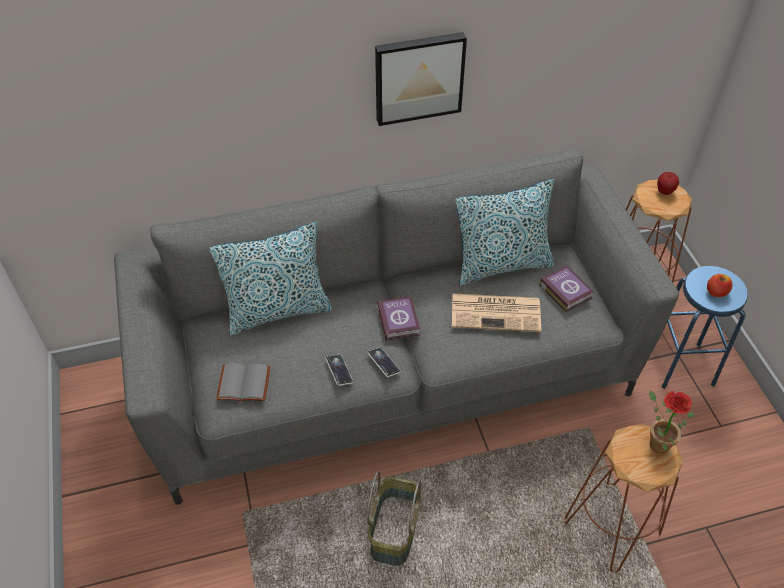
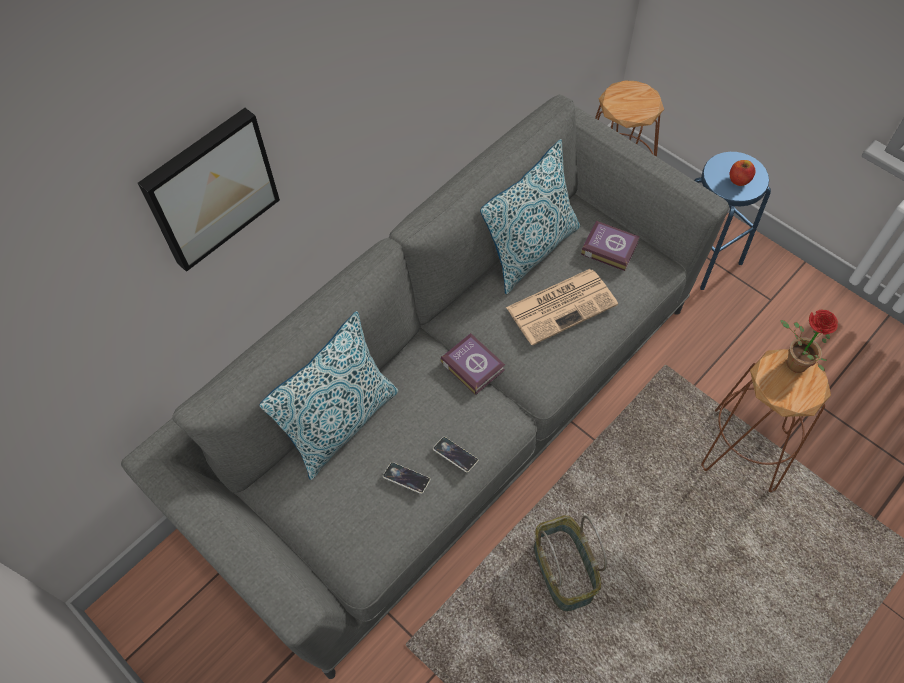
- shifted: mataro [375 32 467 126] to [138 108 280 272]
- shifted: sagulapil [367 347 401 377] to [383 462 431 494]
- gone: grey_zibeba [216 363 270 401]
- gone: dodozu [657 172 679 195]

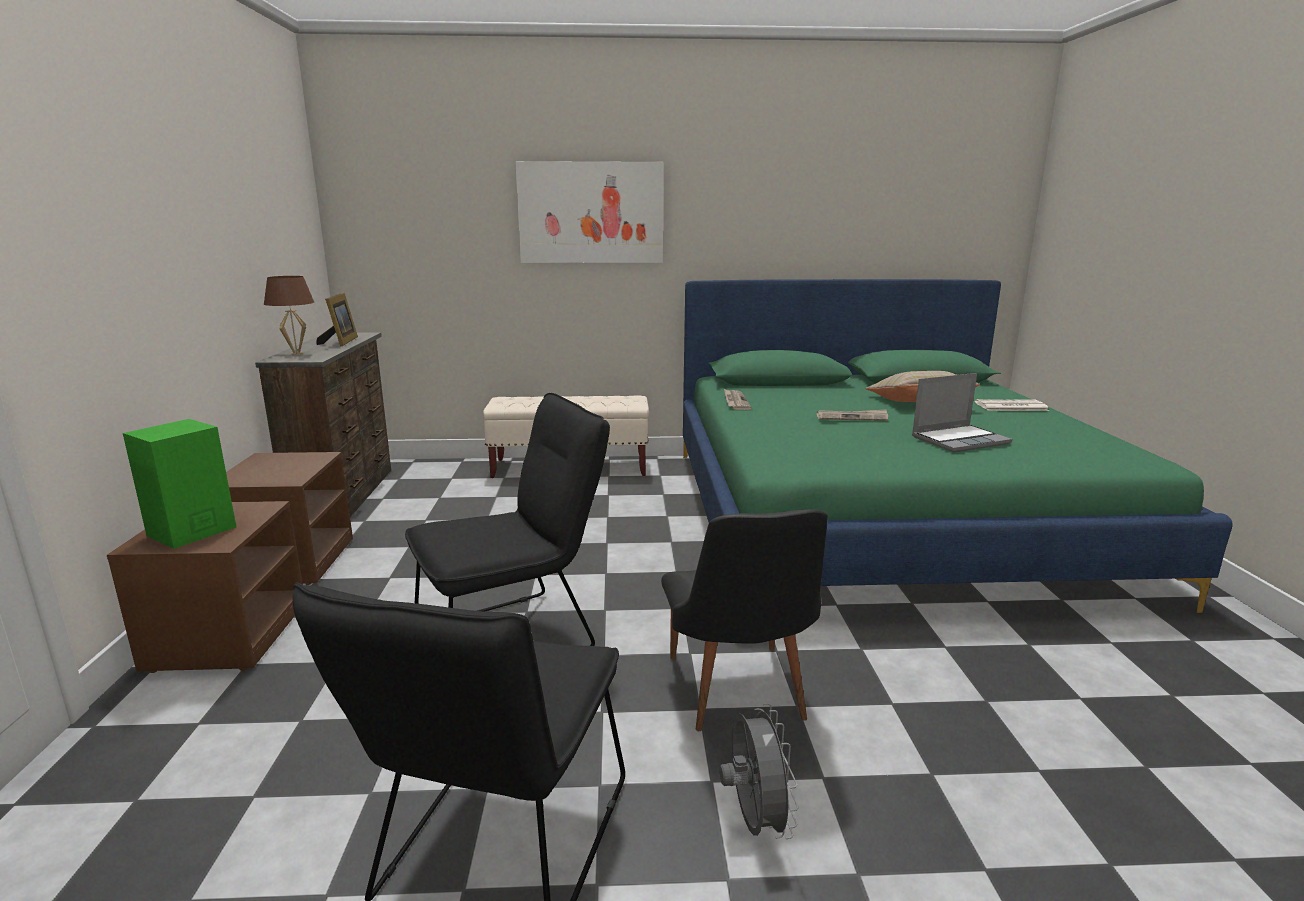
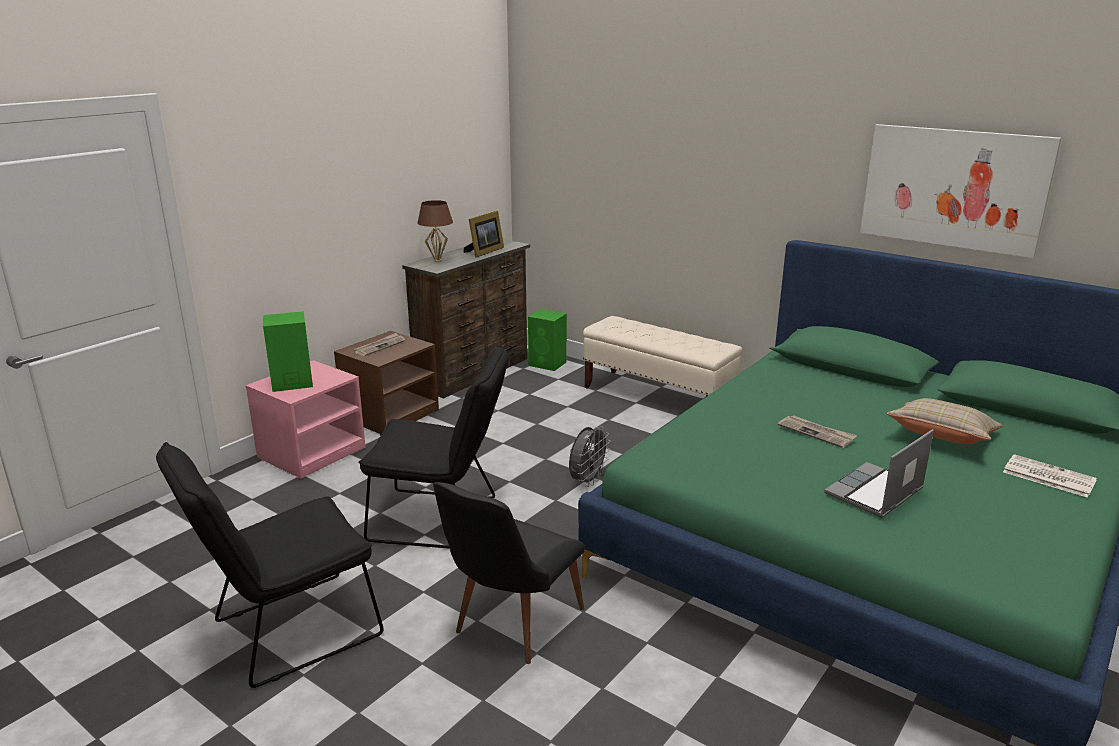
- repainted: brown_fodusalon [107 501 303 673] to pink_fodusalon [245 360 365 479]
- shifted: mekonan [724 389 752 410] to [355 333 405 356]
- new: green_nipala [528 309 567 371]
- shifted: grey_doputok [720 703 799 839] to [569 426 610 487]
- rotated: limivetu [912 373 1012 453] = [824 429 934 518] 120 degrees clockwise
- shifted: mataro [515 161 663 263] to [860 124 1061 258]

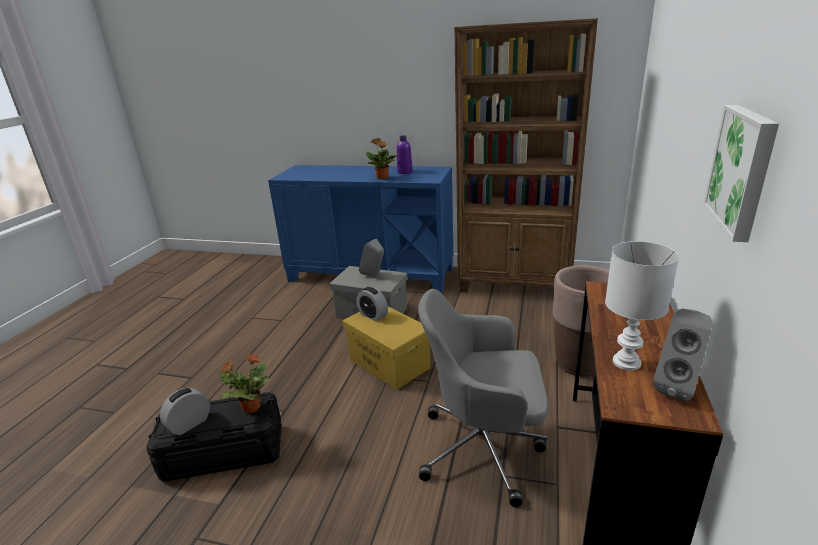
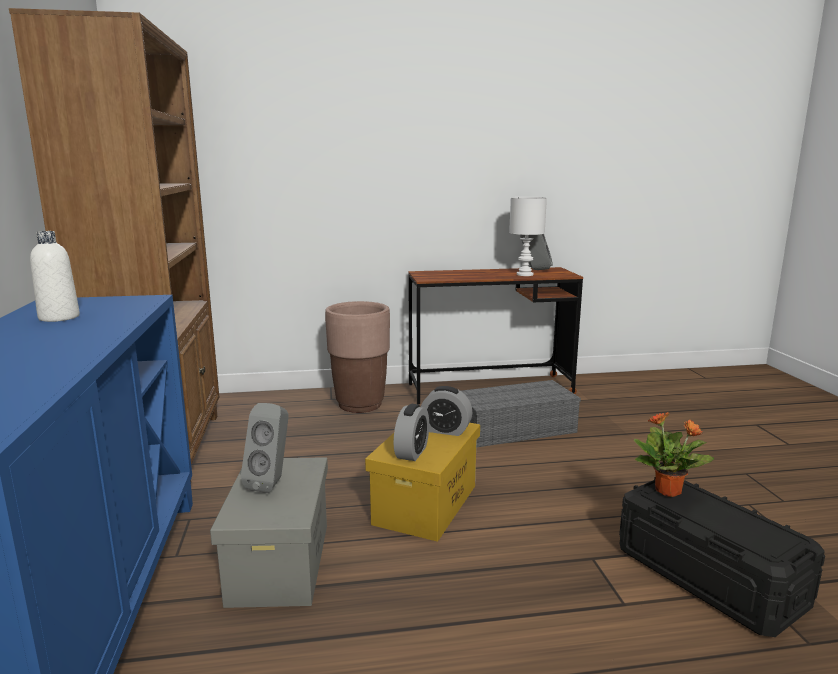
- repainted: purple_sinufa [397 135 413 174] to white_sinufa [30 231 80 322]
- shifted: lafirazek [160 388 210 435] to [421 386 472 436]
- swapped: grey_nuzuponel [418 289 548 507] to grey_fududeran [461 380 581 448]
- gone: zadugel [366 138 398 180]
- gone: mataro [703 105 779 242]

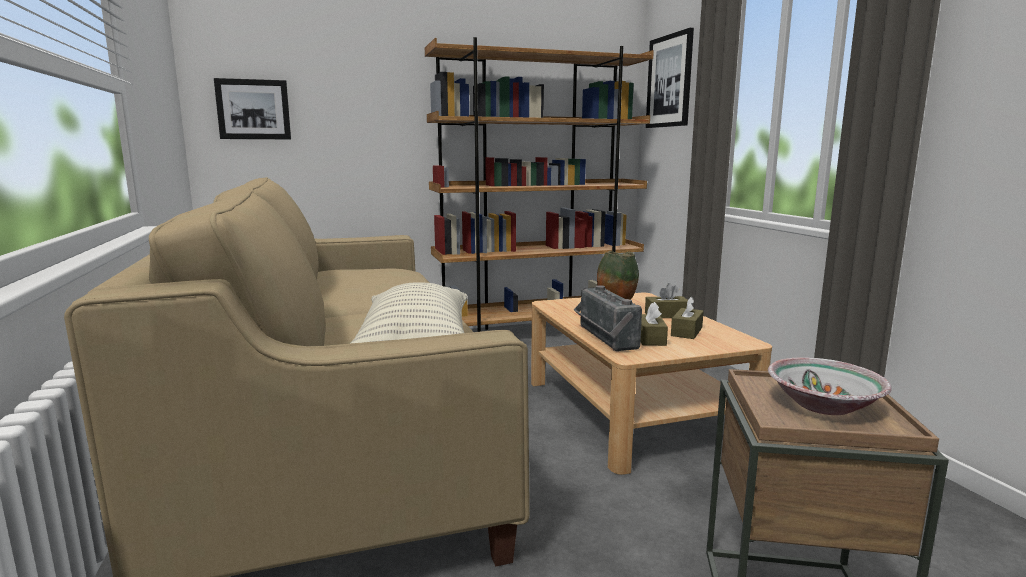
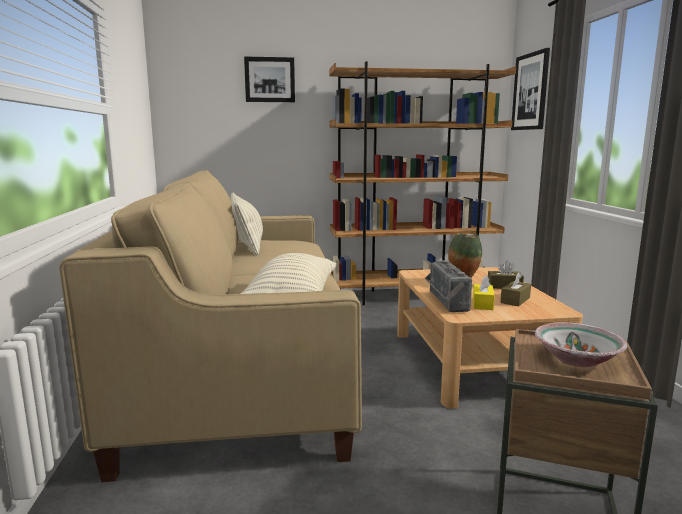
- new: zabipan [231 193 263 256]
- shifted: mataro [214 78 291 139] to [244 56 295 102]
- repainted: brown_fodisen [640 302 668 346] to yellow_fodisen [473 275 495 310]

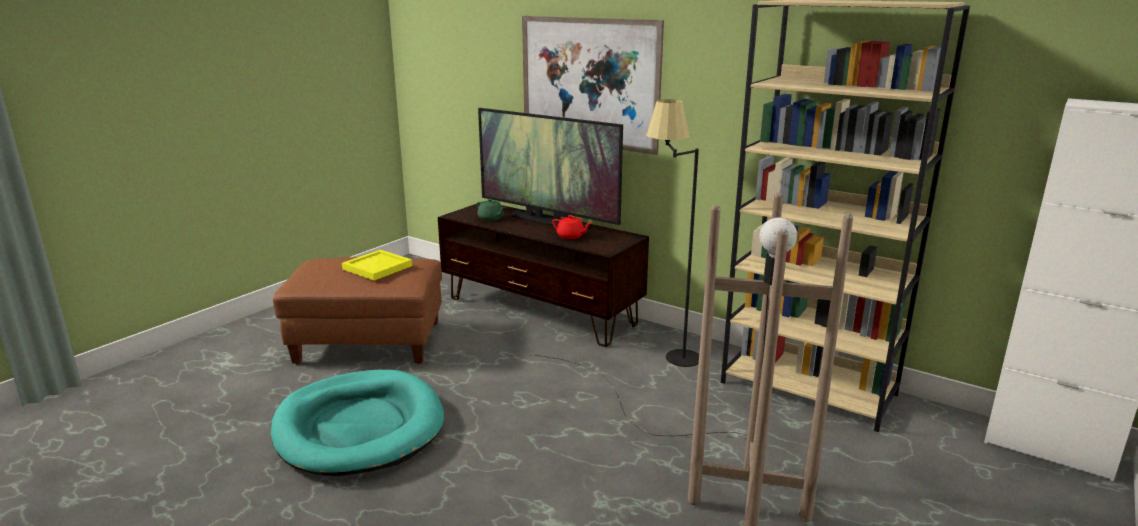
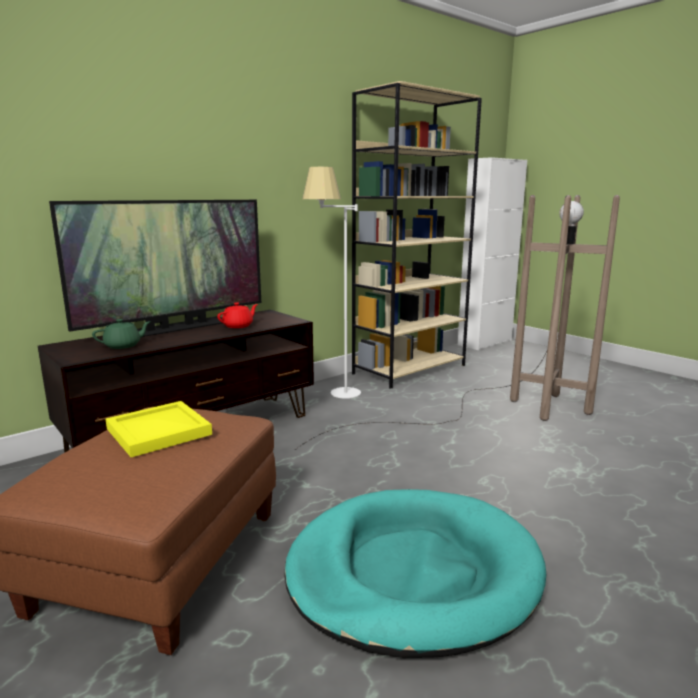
- repainted: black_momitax [646 99 699 367] to white_momitax [302 167 361 399]
- gone: mataro [522 16 664 155]

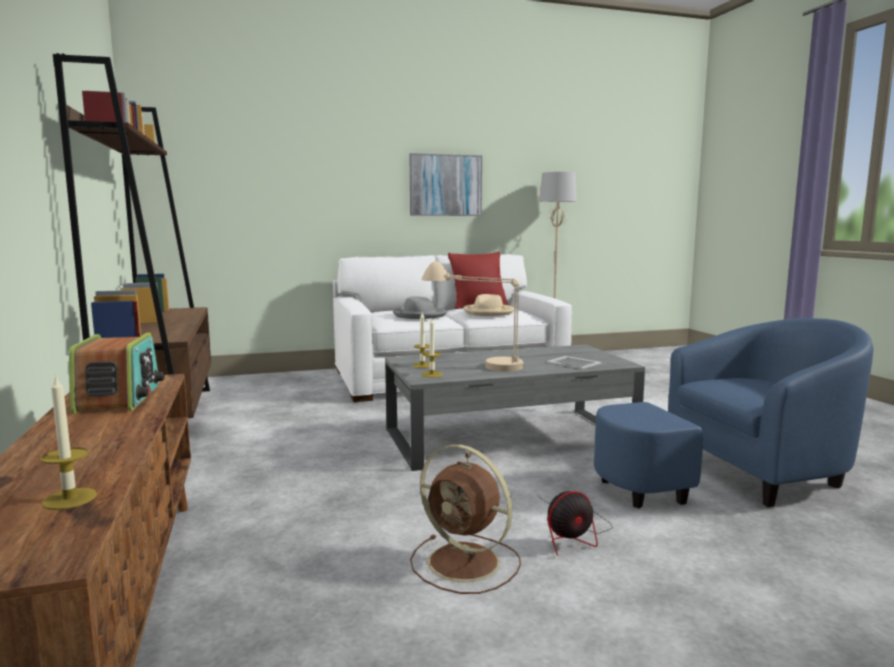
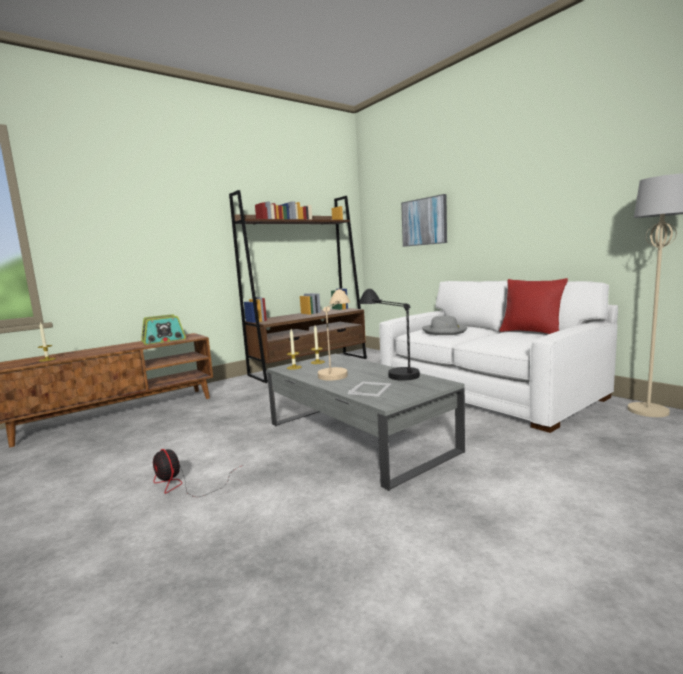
- new: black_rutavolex [359 289 420 381]
- shifted: mataro [410 153 482 216] to [401 194 447 247]
- gone: brown_doputok [410 444 521 594]
- gone: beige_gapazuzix [464 294 515 316]
- gone: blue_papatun [594 318 873 508]

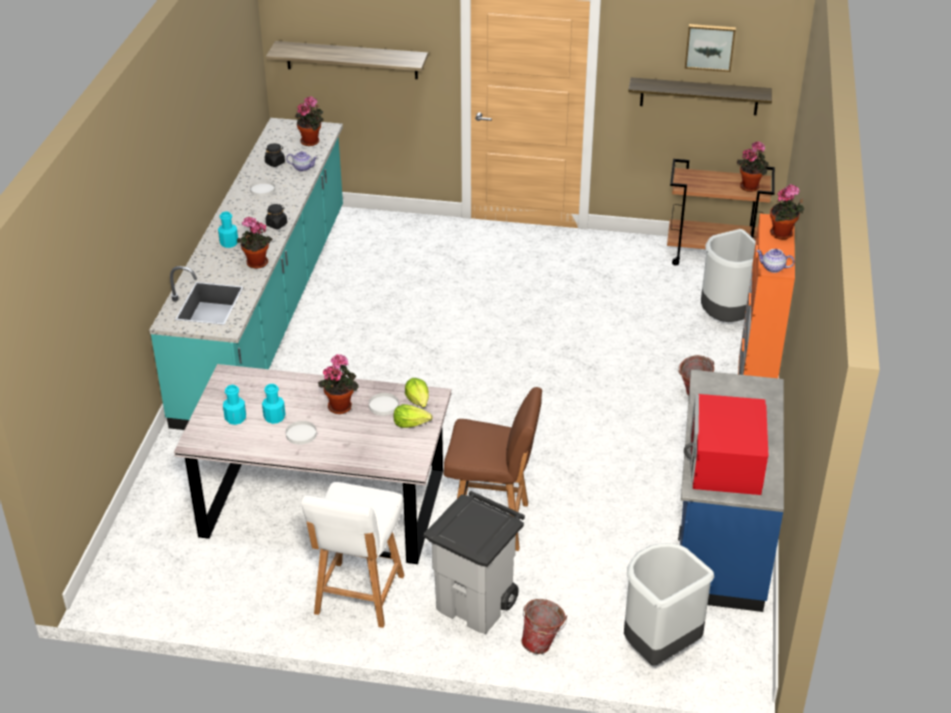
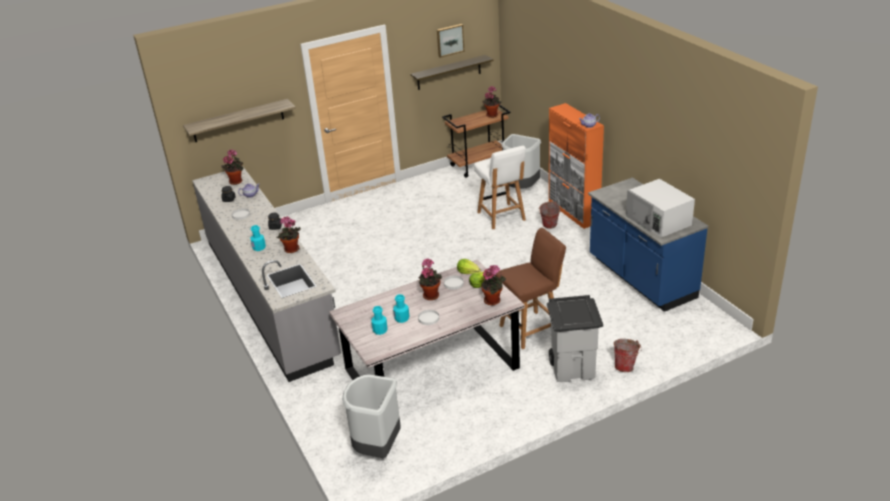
- repainted: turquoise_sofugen [149 118 343 430] to grey_sofugen [192 167 341 382]
- shifted: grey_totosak [624 543 714 665] to [342 374 401 458]
- shifted: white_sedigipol [301 482 404 628] to [474 146 526 229]
- shifted: zadugel [770 184 804 239] to [481 265 506 305]
- repainted: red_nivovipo [684 394 768 495] to white_nivovipo [626 179 695 238]

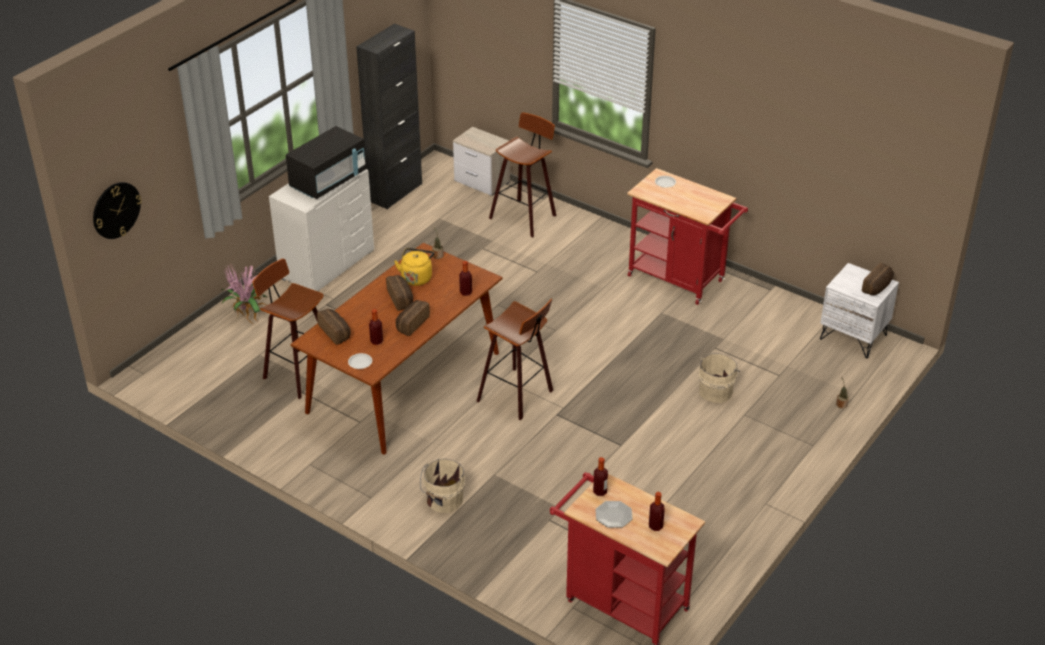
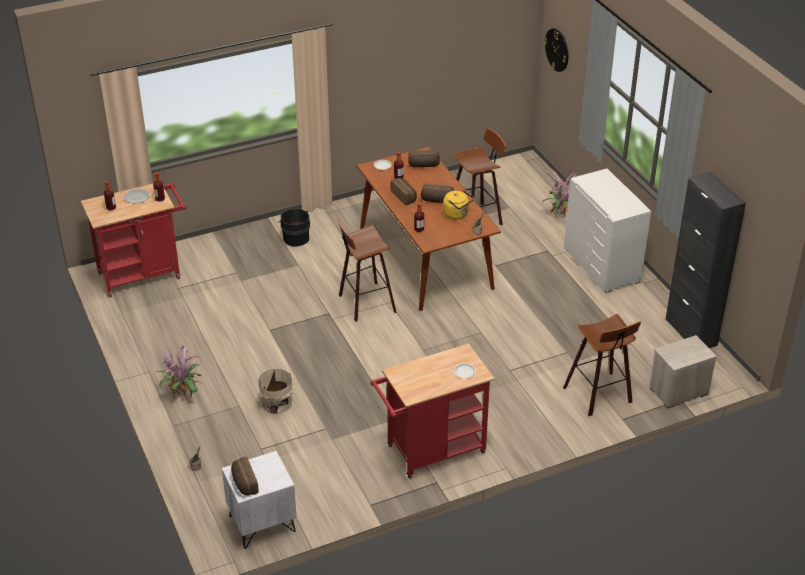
- new: zadugel [157 346 204 405]
- repainted: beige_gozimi [420 459 465 513] to black_gozimi [278 209 310 247]
- gone: black_nivovipo [286 126 367 199]

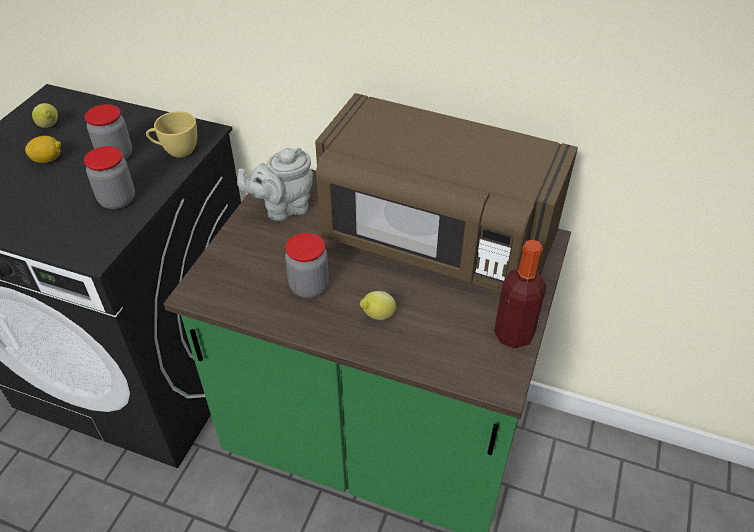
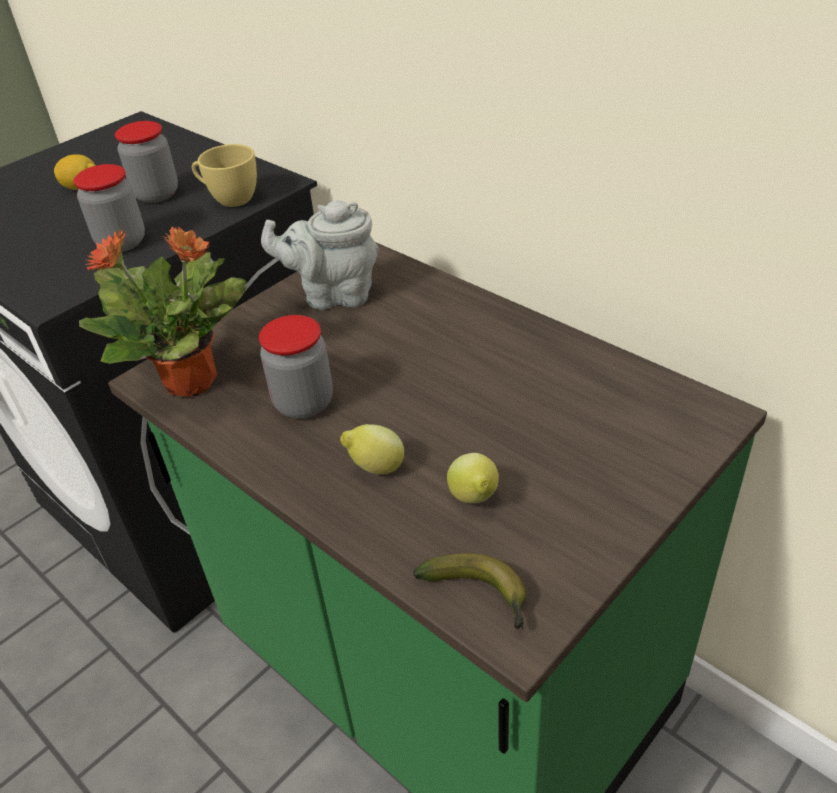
- new: zadugel [79 226 247 397]
- new: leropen [413 553 526 630]
- shifted: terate [32 103 58 128] to [447 453 499 503]
- gone: brown_nivovipo [315 93 578 292]
- gone: sinufa [494 240 546 349]

